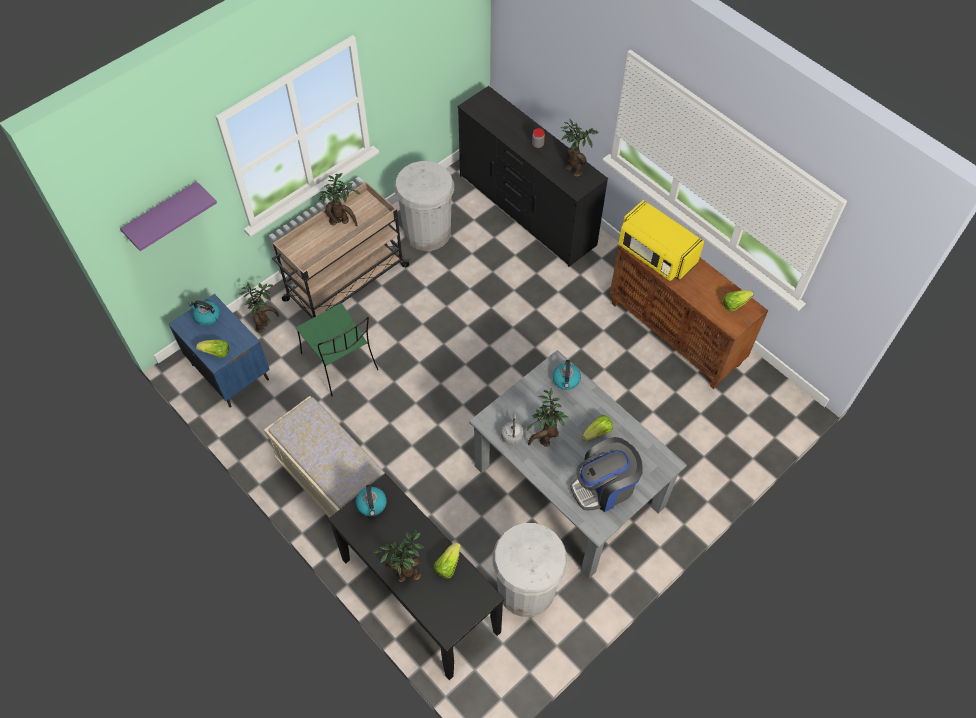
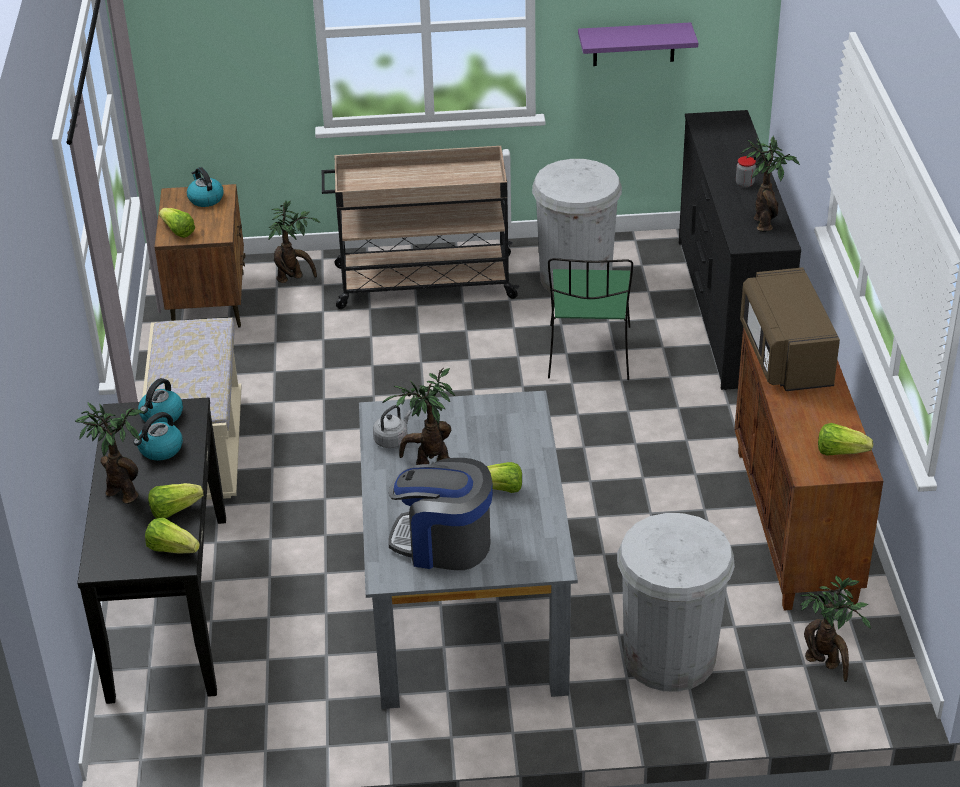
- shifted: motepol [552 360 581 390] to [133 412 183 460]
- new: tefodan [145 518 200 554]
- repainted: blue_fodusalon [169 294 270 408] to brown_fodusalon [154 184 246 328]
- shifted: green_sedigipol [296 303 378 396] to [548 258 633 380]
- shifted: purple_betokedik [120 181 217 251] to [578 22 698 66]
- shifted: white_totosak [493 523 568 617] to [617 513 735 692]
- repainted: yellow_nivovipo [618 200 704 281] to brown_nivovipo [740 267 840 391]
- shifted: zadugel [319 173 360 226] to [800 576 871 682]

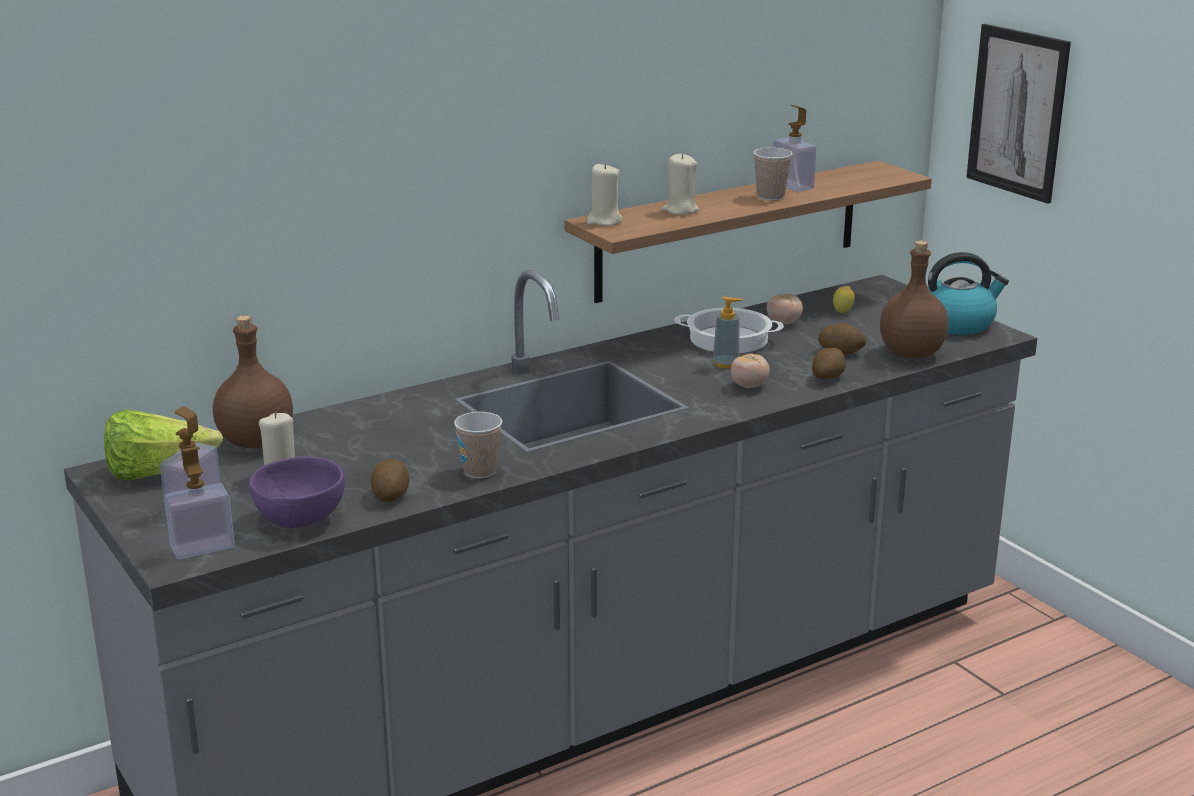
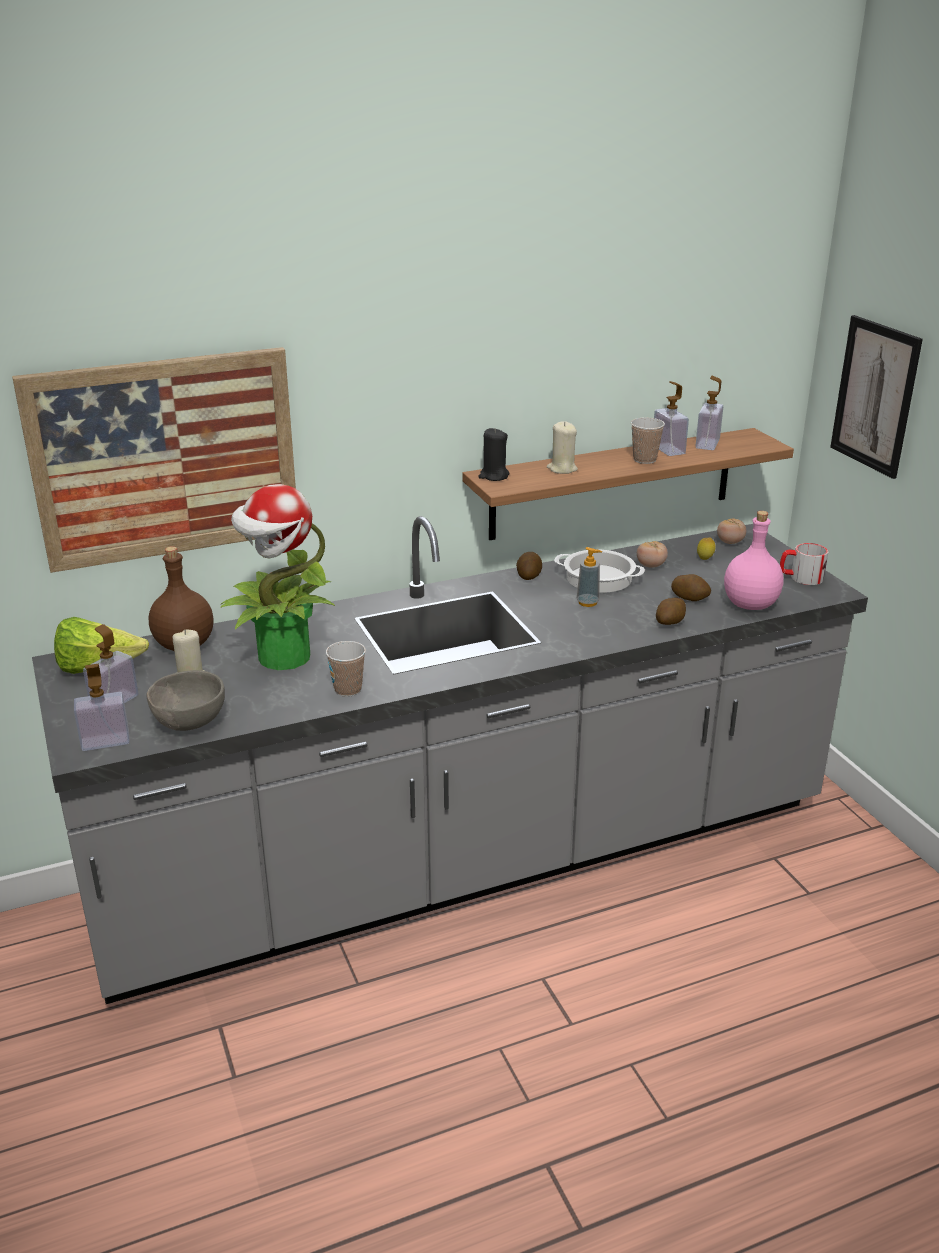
- new: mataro [12 347 296 573]
- repainted: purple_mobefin [249 456 345 528] to grey_mobefin [147 670 225 731]
- new: zadugel [220 484 335 670]
- repainted: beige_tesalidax [587 163 622 226] to black_tesalidax [478 428 510 481]
- shifted: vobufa [370 459 409 502] to [516 552 542 580]
- new: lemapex [696 376 723 450]
- shifted: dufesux [731 353 770 388] to [717 518 746 544]
- repainted: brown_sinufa [880 241 948 358] to pink_sinufa [724 511 784 610]
- swapped: motepol [928 252 1009 335] to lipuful [780 543 828 585]

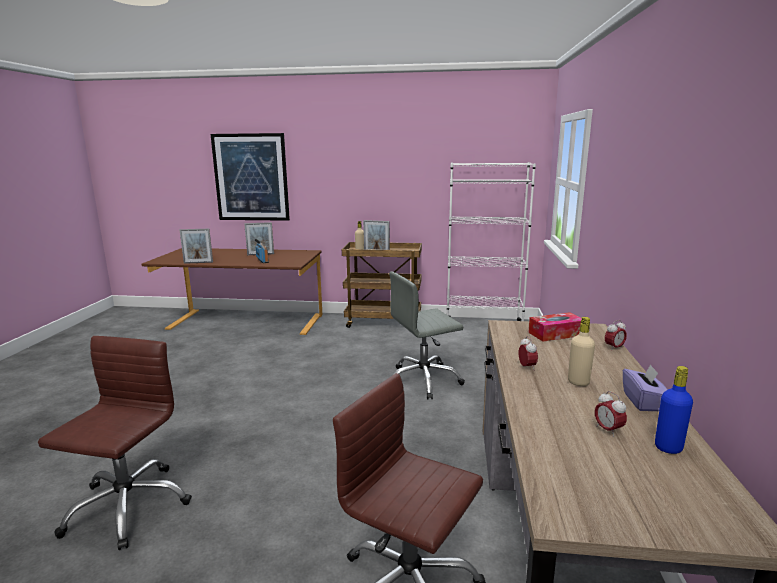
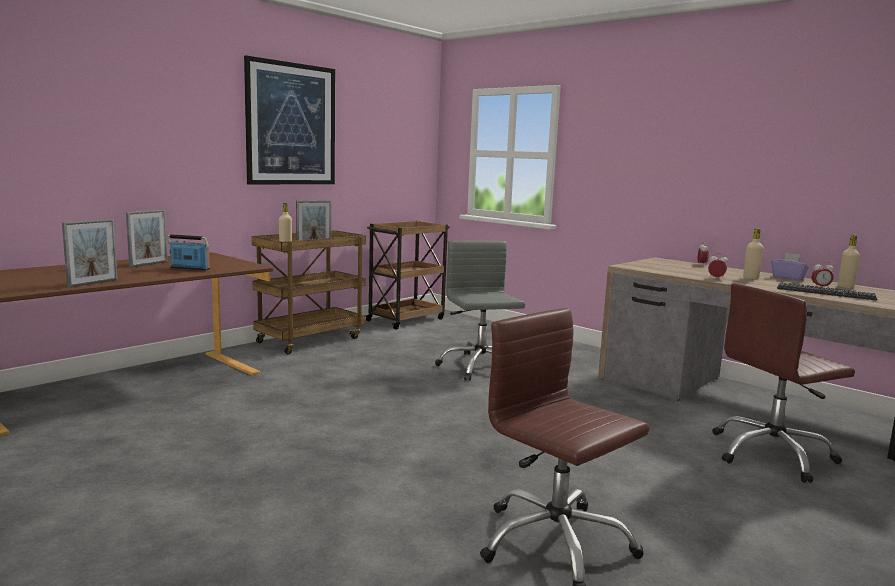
- shifted: mataro [210 133 290 221] to [244 56 335 185]
- swapped: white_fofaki [447 162 536 321] to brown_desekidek [365 221 450 330]
- rotated: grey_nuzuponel [389 271 465 399] = [435 241 525 381] 150 degrees clockwise
- new: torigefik [777 282 877 300]
- repainted: blue_sinufa [655 366 693 454] to beige_sinufa [838 235 860 288]
- gone: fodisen [528 312 582 342]

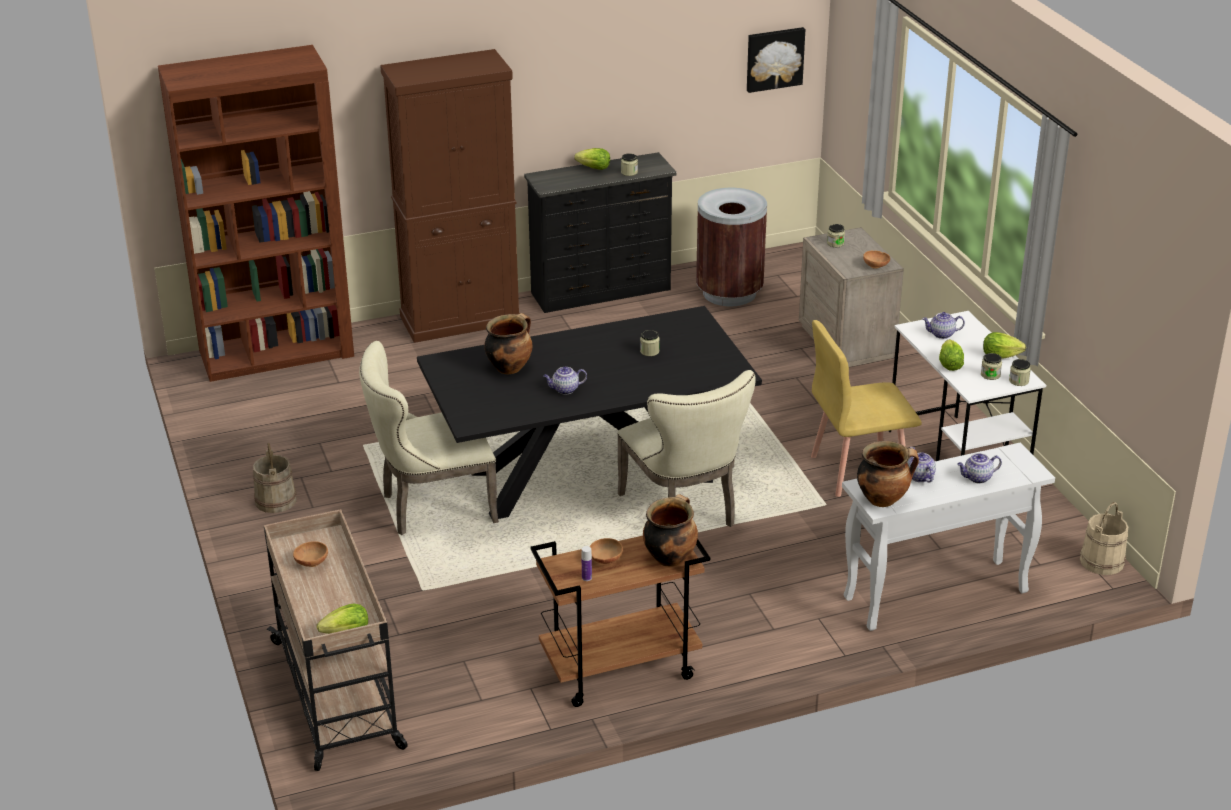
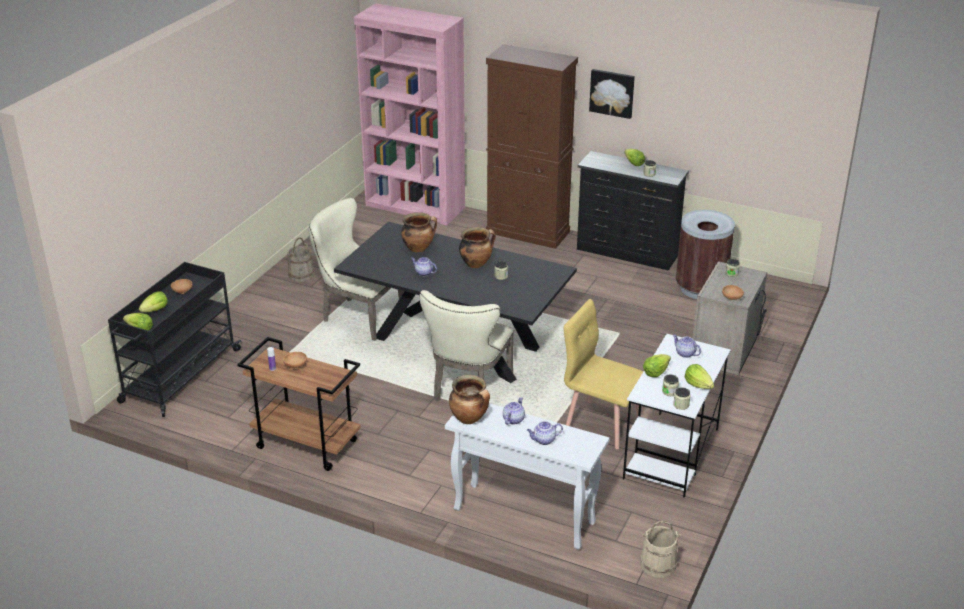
- repainted: beige_desekidek [264 509 408 771] to black_desekidek [108 262 242 417]
- new: tefodan [139 292 168 312]
- repainted: brown_fofaki [158 45 354 382] to pink_fofaki [354 3 465 225]
- shifted: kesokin [643 494 698 567] to [459 227 496 268]
- rotated: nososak [957 453 1002 484] = [527 421 563 445] 45 degrees counterclockwise
- shifted: mataro [747 27 805 93] to [589 69 635 119]

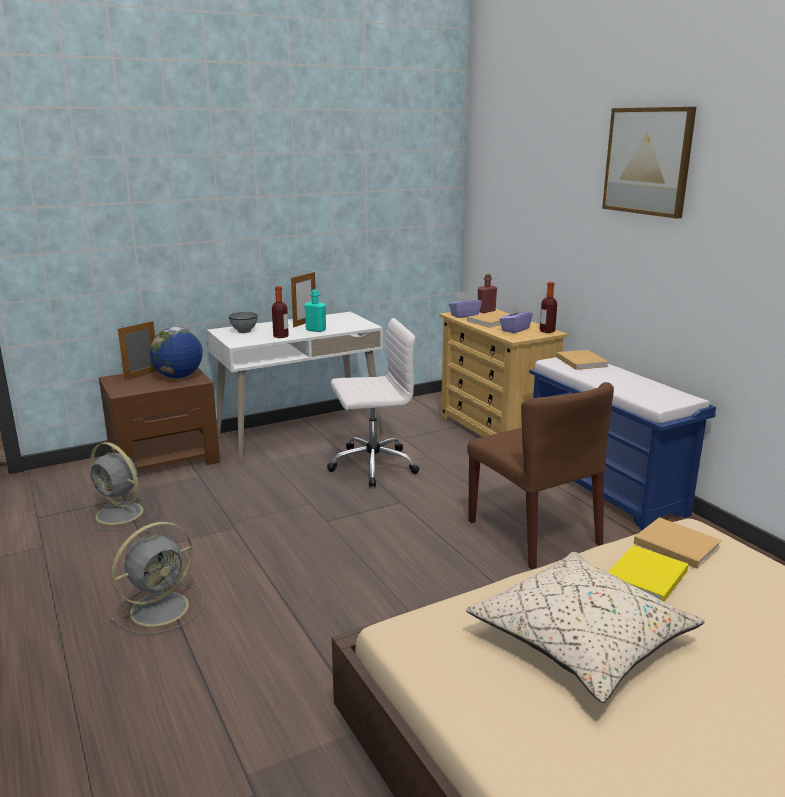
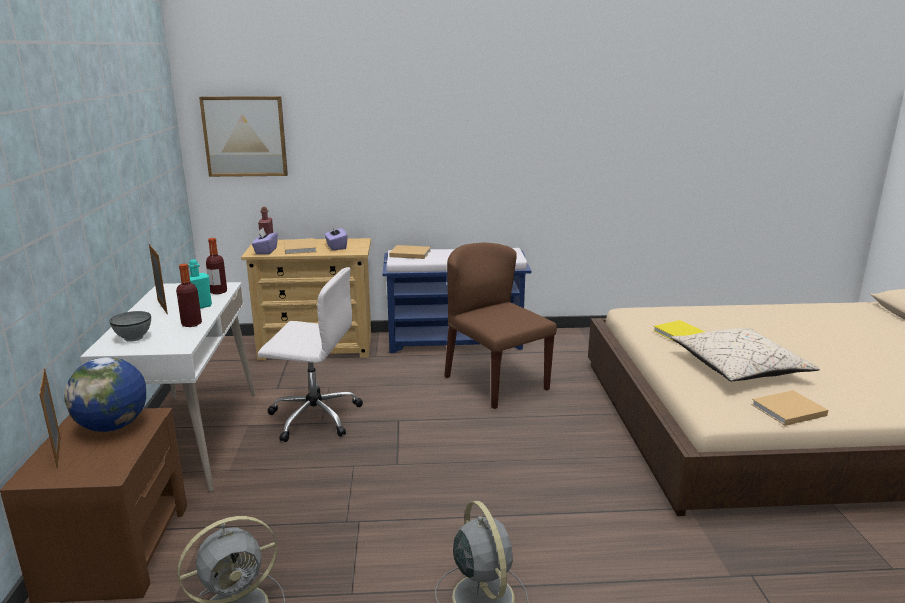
- shifted: mataro [602 107 696 219] to [199 96 288 177]
- shifted: sinufa [540 282 557 333] to [206 238 227 294]
- rotated: white_nuzuponel [327 318 420 487] = [258 267 363 442] 90 degrees clockwise
- rotated: brown_sedigipol [467 382 614 569] = [444 243 557 409] 120 degrees counterclockwise
- shifted: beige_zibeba [634 517 722 569] to [751 390 828 426]

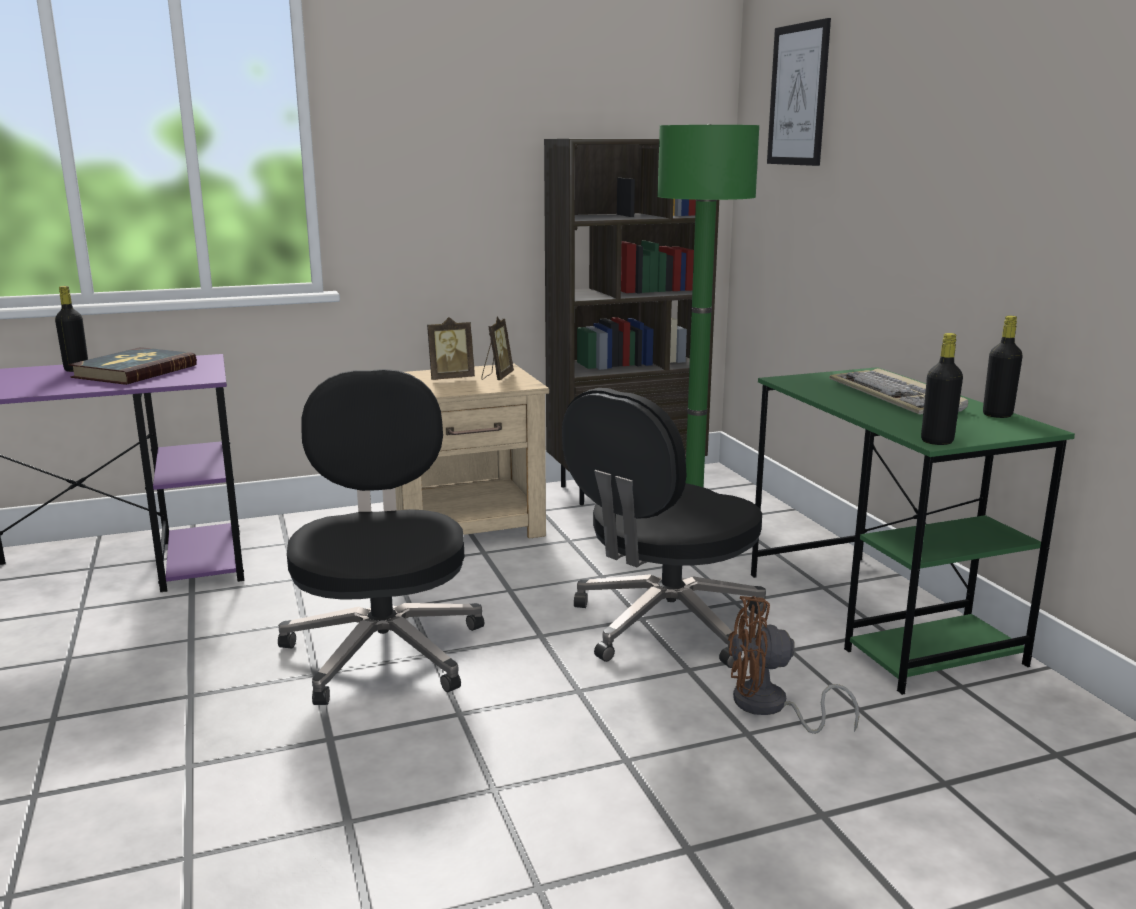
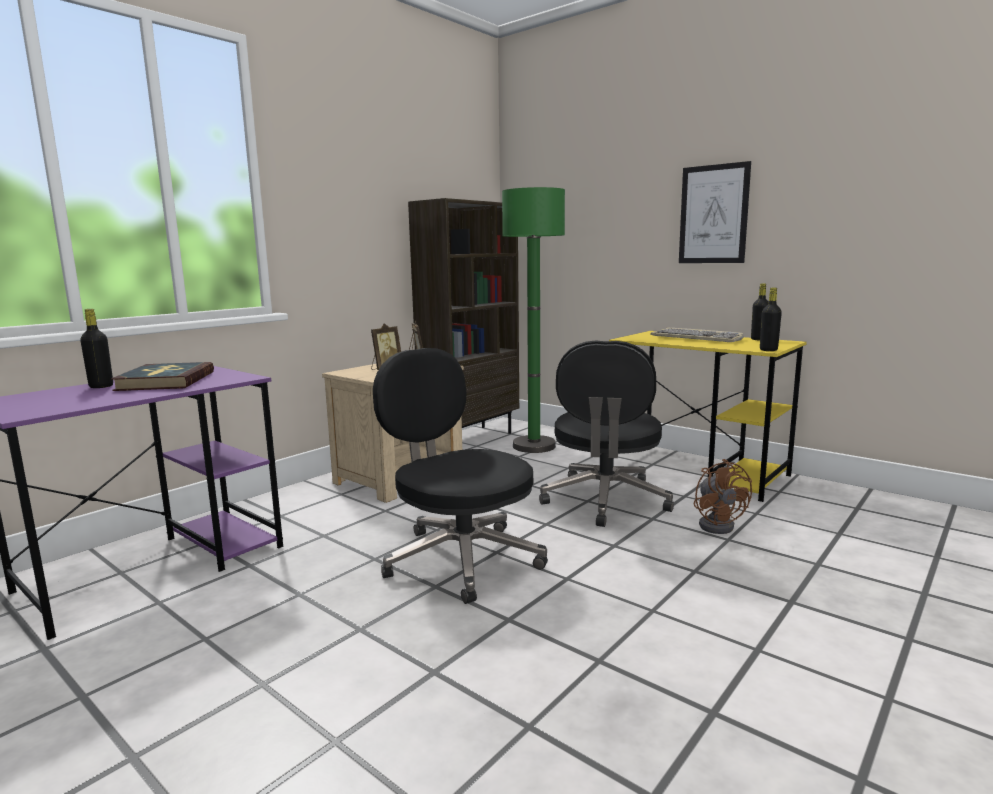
- repainted: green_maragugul [751 367 1075 695] to yellow_maragugul [609 331 807 502]
- shifted: mataro [767 18 831 166] to [679 161 751 263]
- rotated: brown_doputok [728 596 859 734] = [694 459 752 534] 75 degrees counterclockwise

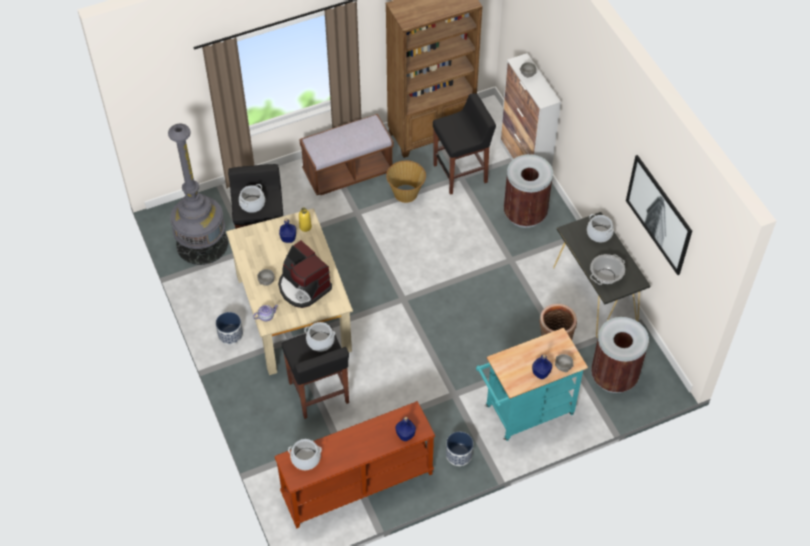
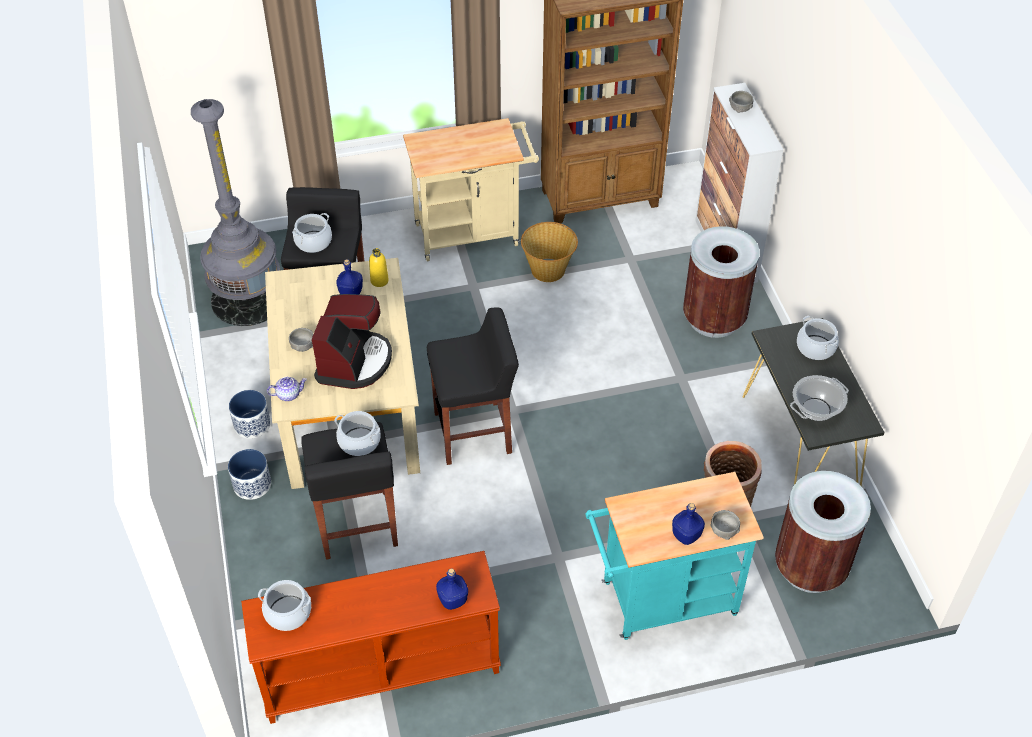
- shifted: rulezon [446 432 473 466] to [228 449 271 500]
- rotated: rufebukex [278 240 332 308] = [312 294 392 389] 135 degrees counterclockwise
- swapped: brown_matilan [299 114 394 195] to beige_desekidek [403 118 539 261]
- shifted: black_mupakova [433 93 496 195] to [427 308 519 465]
- gone: mataro [626 155 692 275]

